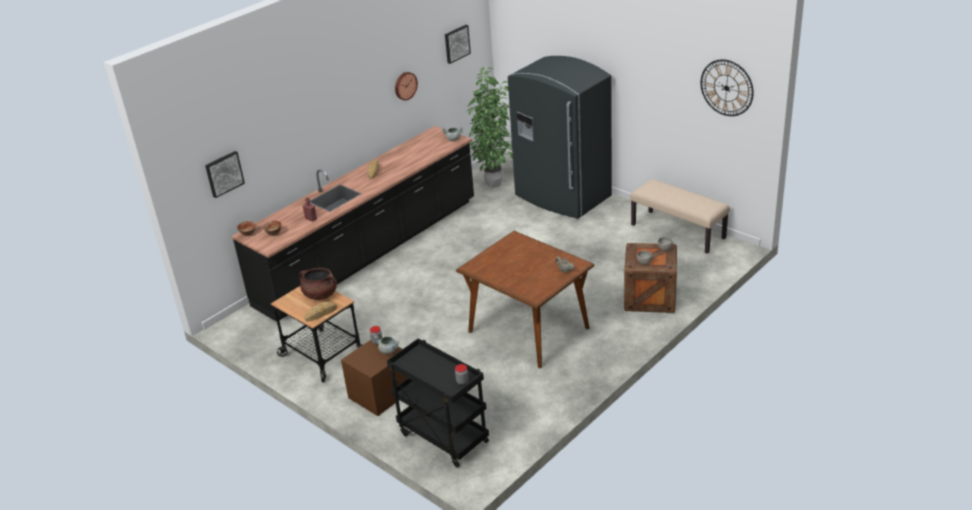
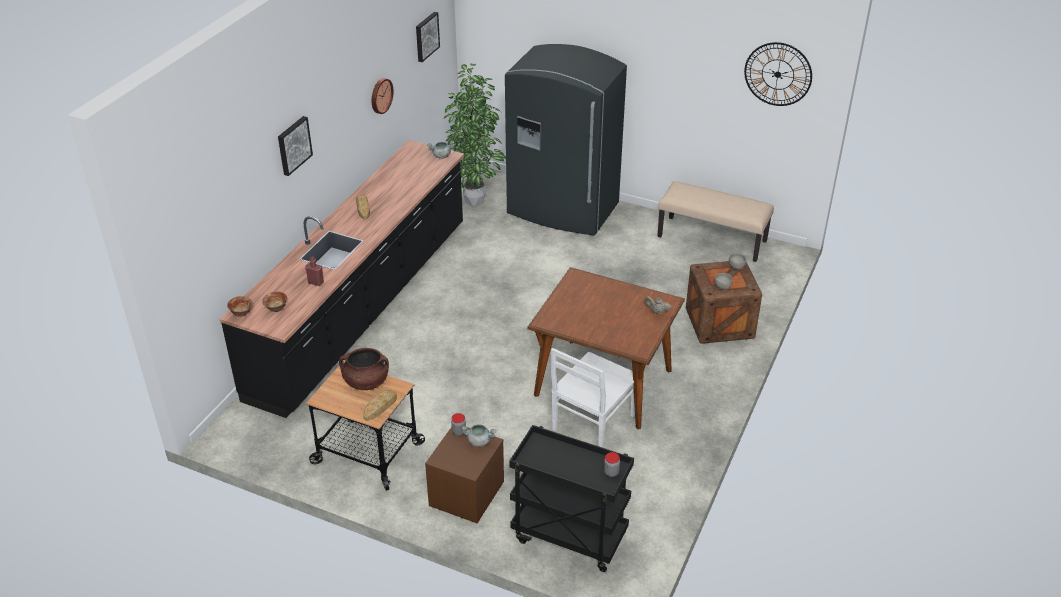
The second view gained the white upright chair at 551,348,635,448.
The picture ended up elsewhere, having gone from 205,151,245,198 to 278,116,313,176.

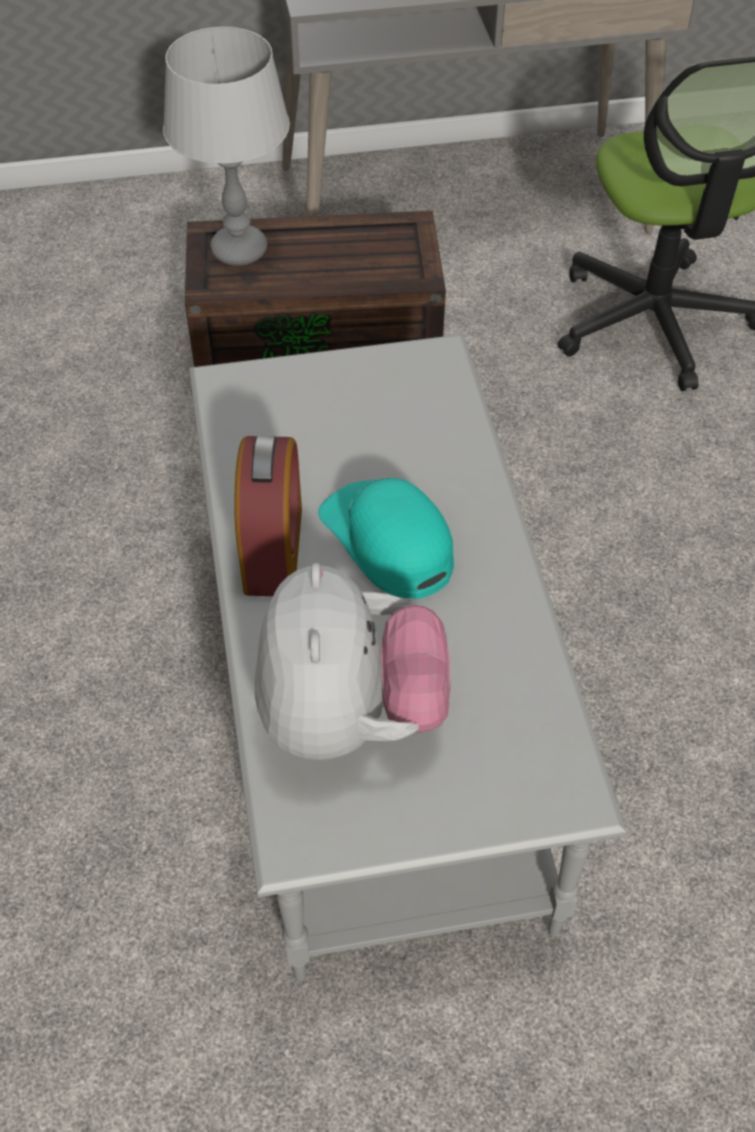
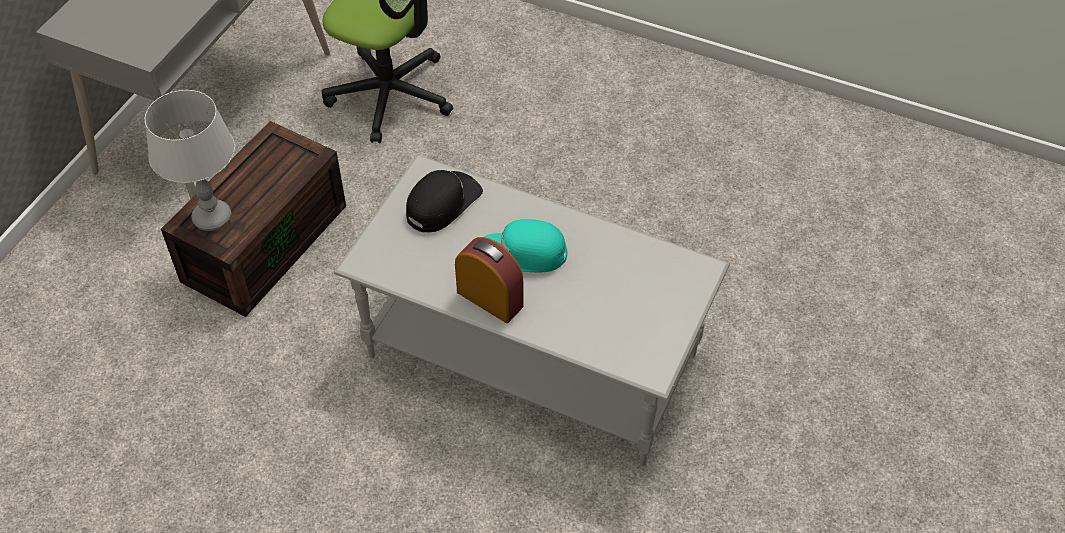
The second view lost the cuddly toy at 255,563,450,760.
The second view gained the black-coloured peaked cap at 406,170,483,232.

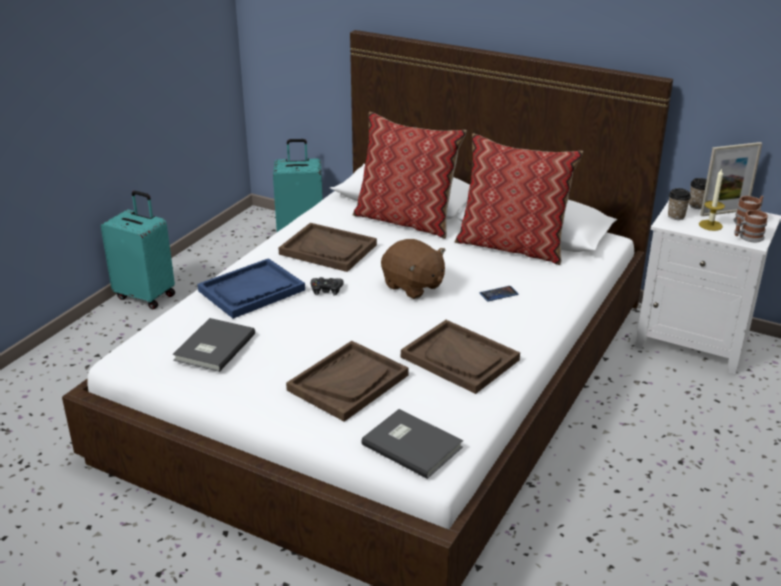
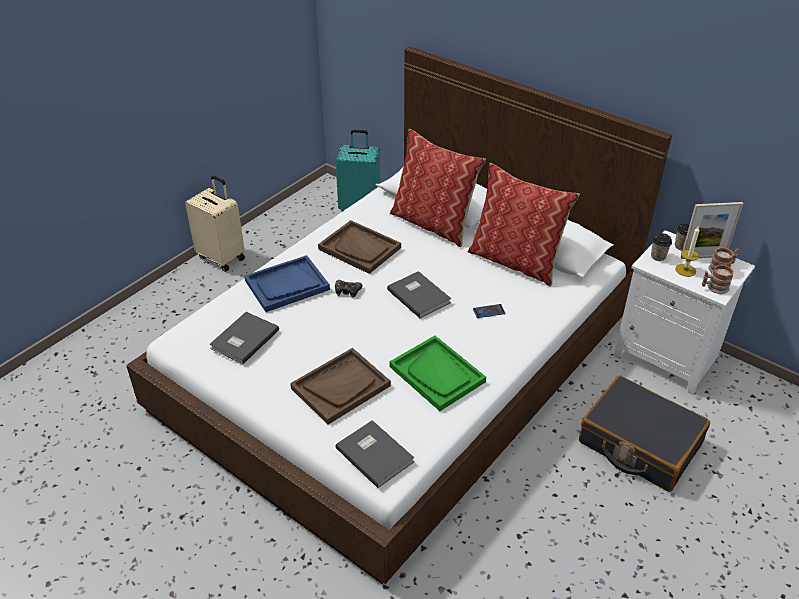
The second view gained the black-coloured piece of luggage at 579,375,710,492.
Where the brownish cuddly toy stood at 381,239,446,299, the grey bound book came to stand at 387,271,451,318.
What was the blue-green piece of luggage at 101,191,175,309 turned into the beige-coloured piece of luggage at 185,175,245,272.
What was the brownish serving tray at 401,320,520,394 turned into the green-coloured serving tray at 389,336,486,411.

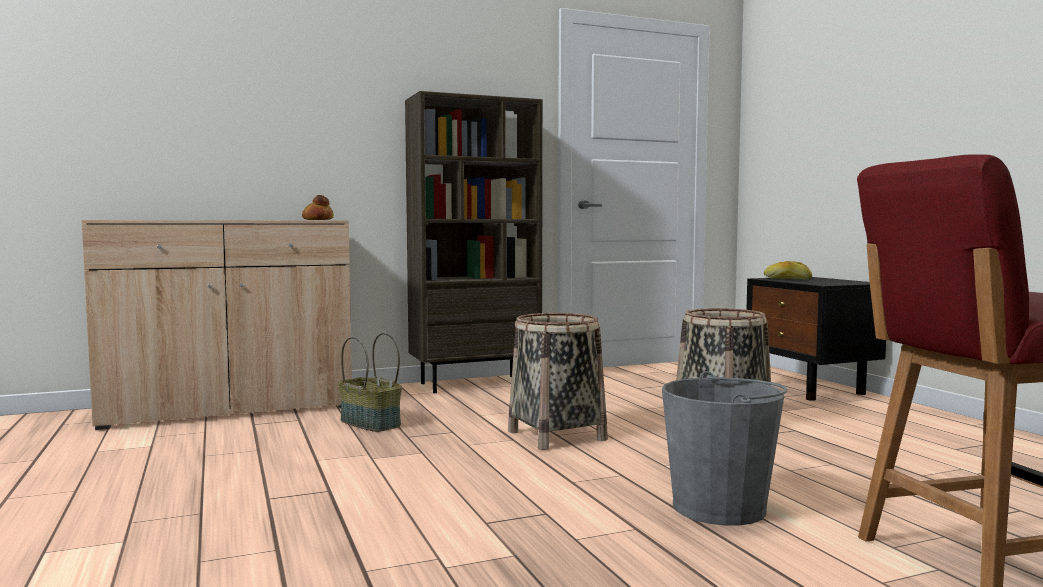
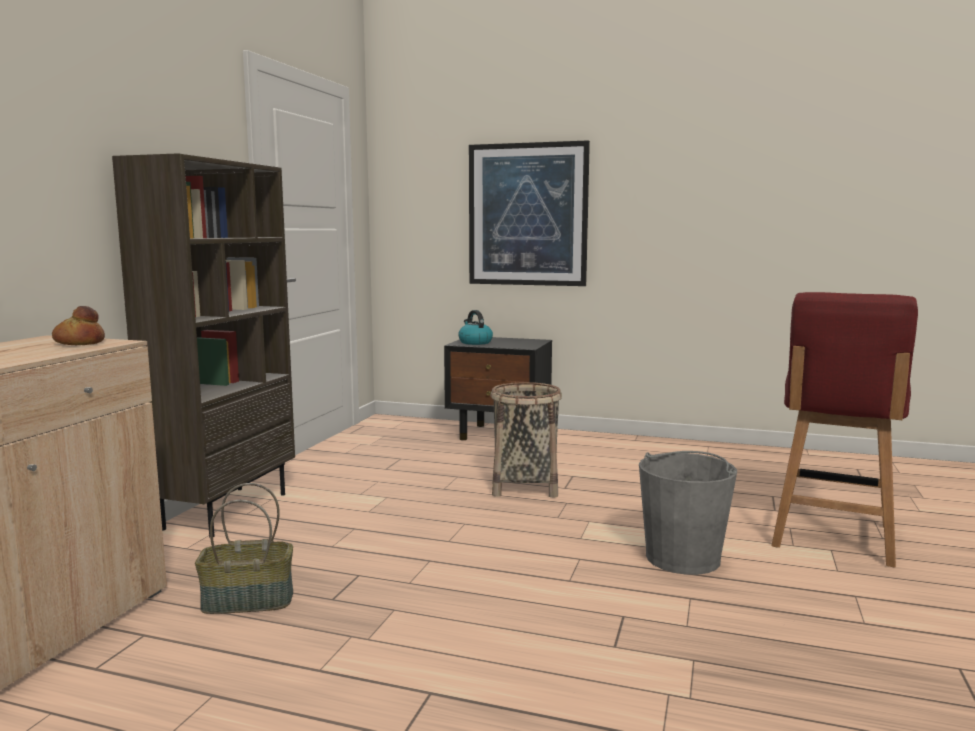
The second view lost the basket at 508,313,608,450.
The second view gained the picture at 469,140,590,286.
Where the bread stood at 764,261,812,280, the tea kettle came to stand at 458,310,493,345.

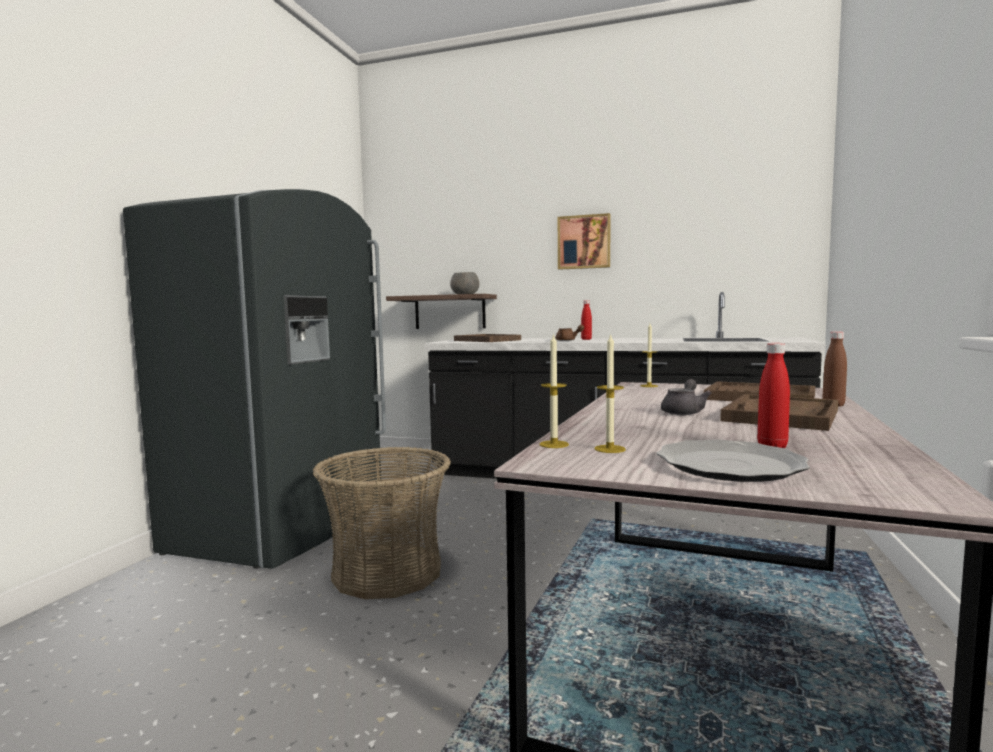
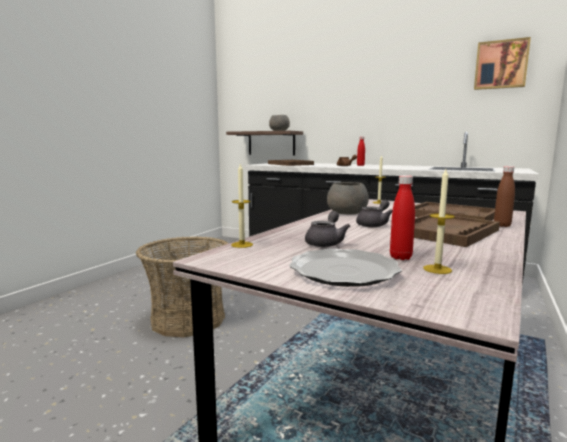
The second view lost the grey fridge at 123,189,386,569.
The second view gained the grey pot for tea at 305,211,350,247.
The second view gained the grey deep dish at 327,182,369,215.
The picture ended up elsewhere, having gone from 558,213,611,270 to 474,37,531,90.
The candle ended up elsewhere, having gone from 594,333,626,453 to 423,169,455,274.

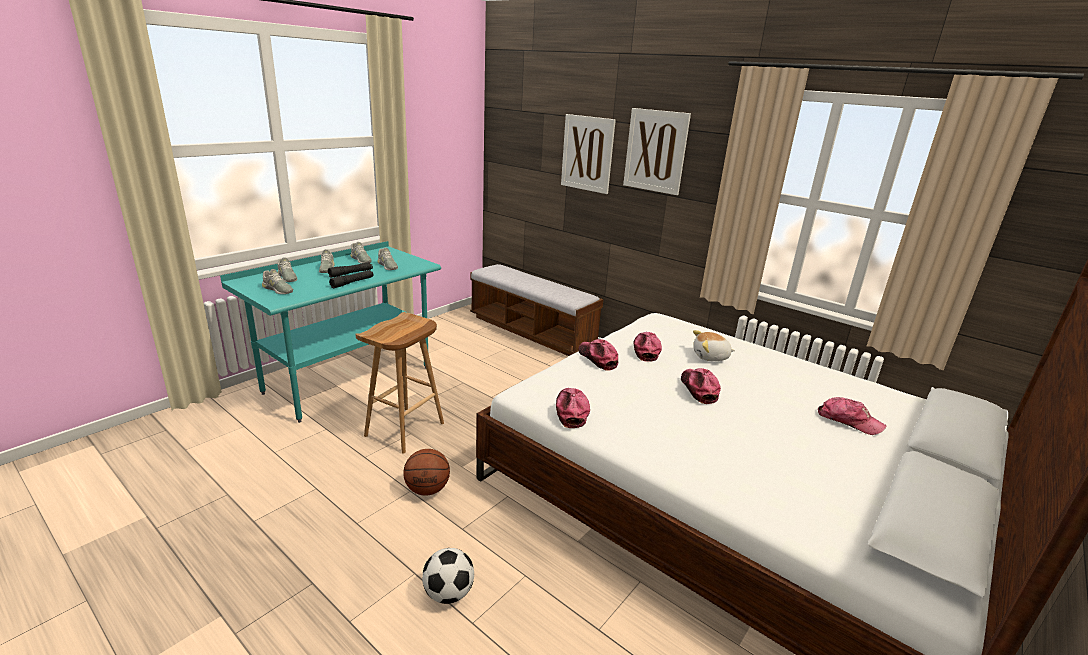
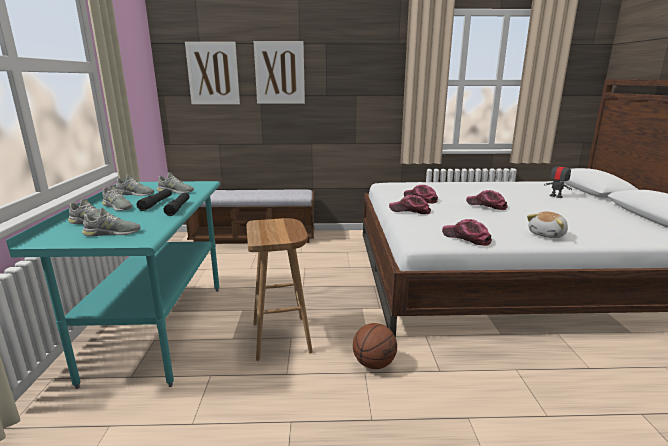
The second view lost the football at 422,548,474,604.
The picture ended up elsewhere, having gone from 623,108,691,195 to 185,42,240,104.
The cuddly toy ended up elsewhere, having gone from 693,330,735,361 to 527,211,568,238.
Where the peaked cap stood at 818,397,886,435, the toy robot came to stand at 544,160,573,198.

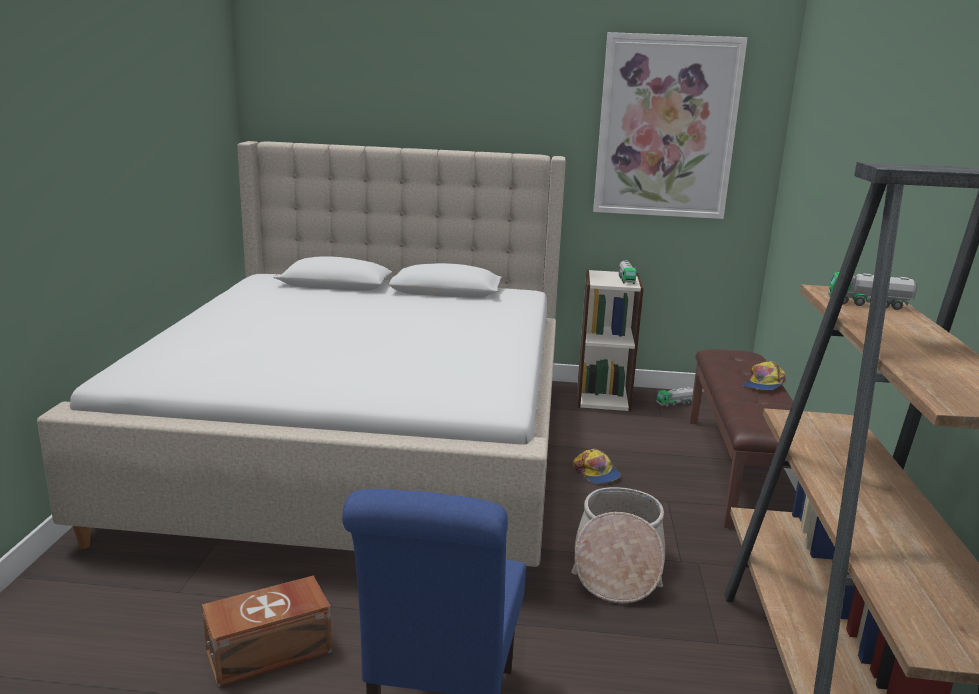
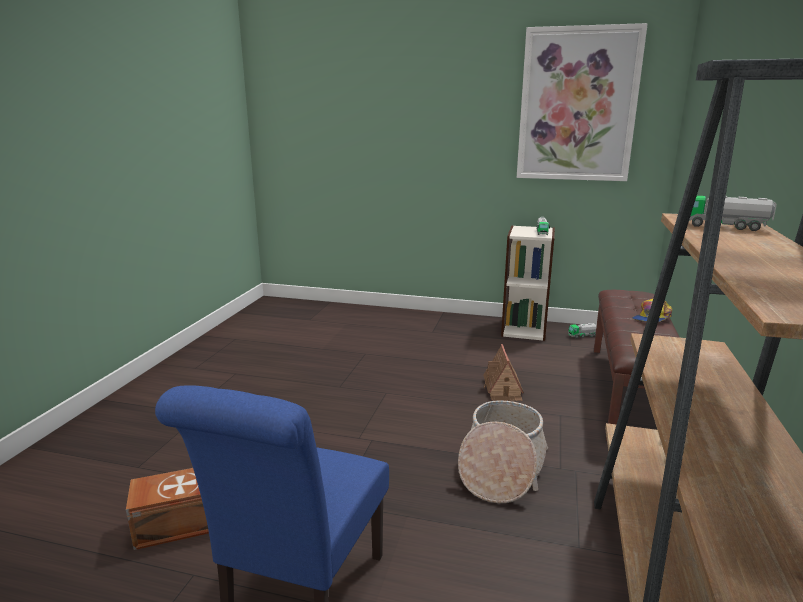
The second view lost the beige-coloured sleeping bed at 37,141,566,567.
Where the peaked cap stood at 573,449,620,484, the toy house came to stand at 483,344,524,401.

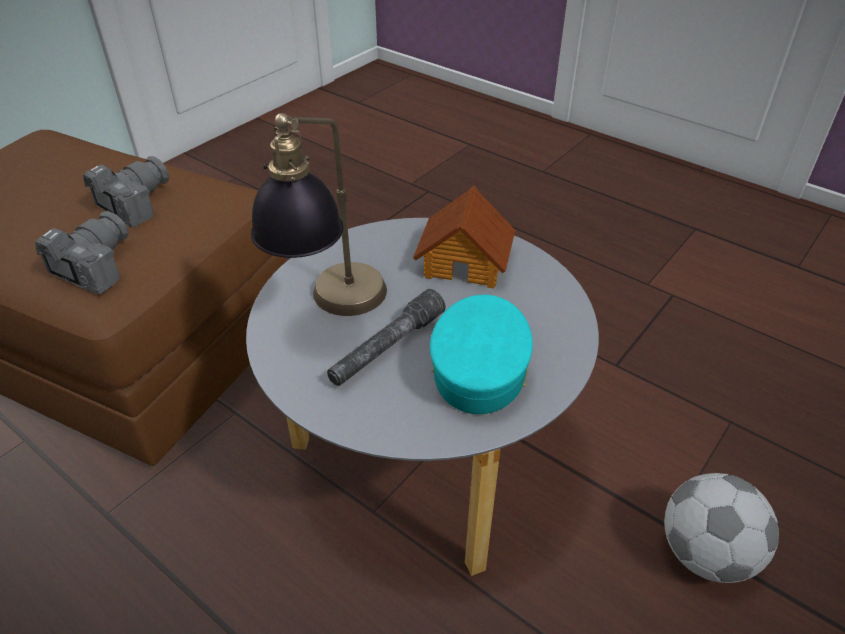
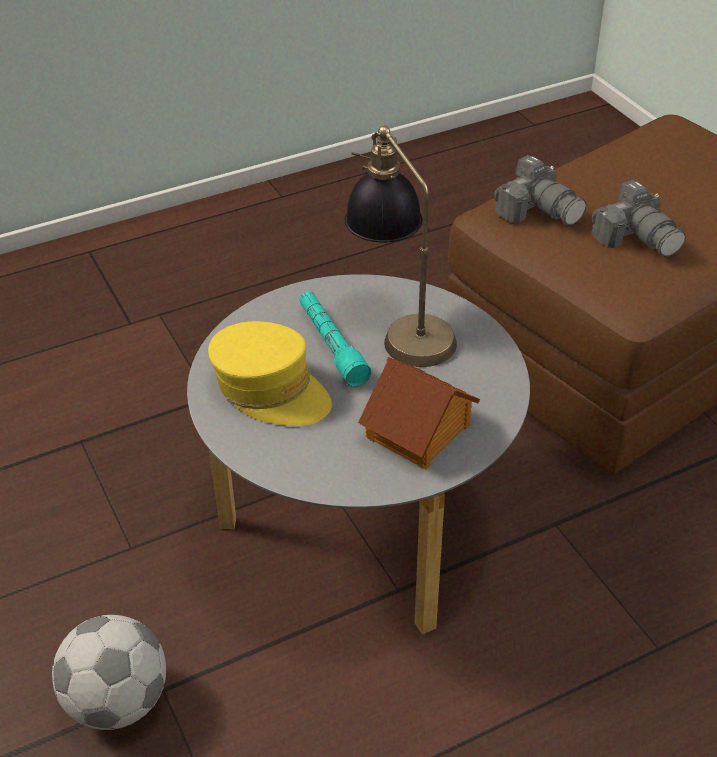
What was the grey hand torch at 327,289,446,386 turned into the blue-green hand torch at 299,291,371,387.
What was the blue-green peaked cap at 430,295,533,414 turned into the yellowish peaked cap at 208,321,332,426.

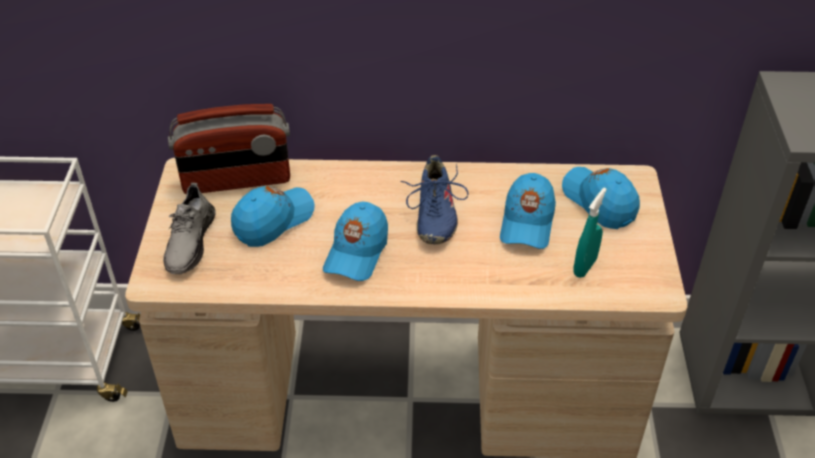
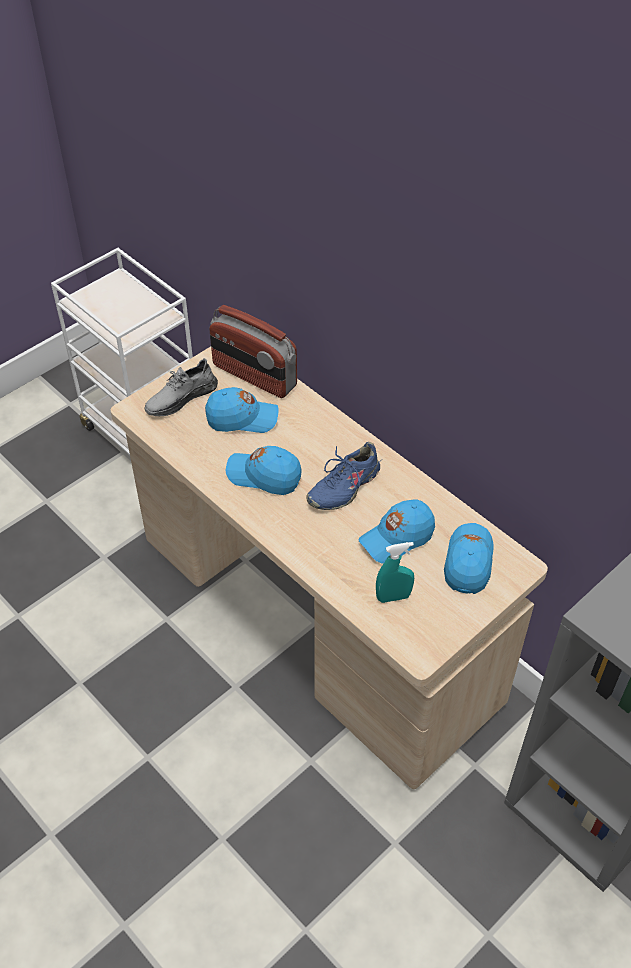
The blue peaked cap at 323,202,388,281 ended up facing another way, 45 degrees clockwise from before.

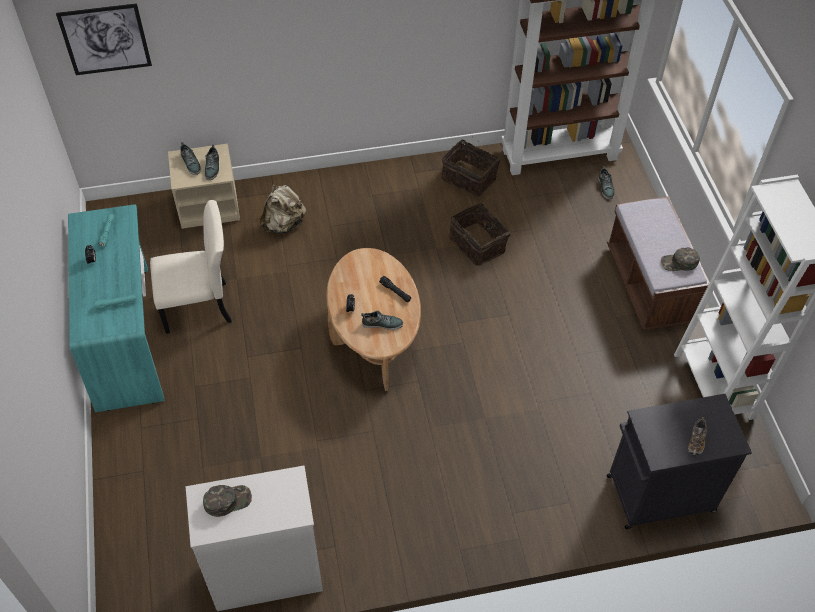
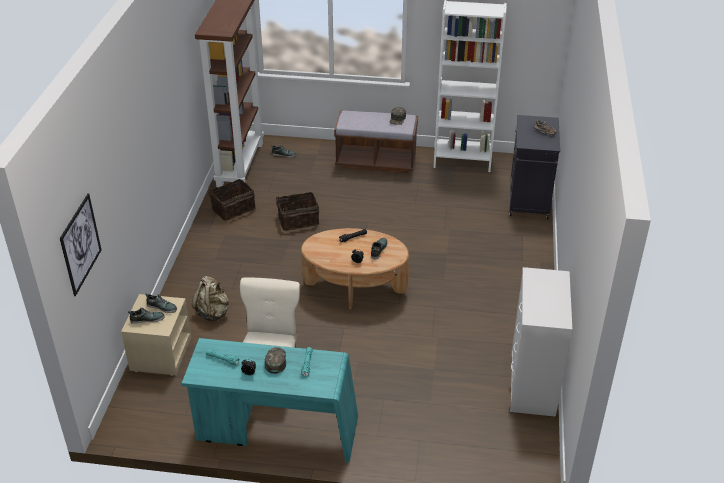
The green-coloured peaked cap ended up elsewhere, having gone from 203,485,252,517 to 265,347,286,374.

